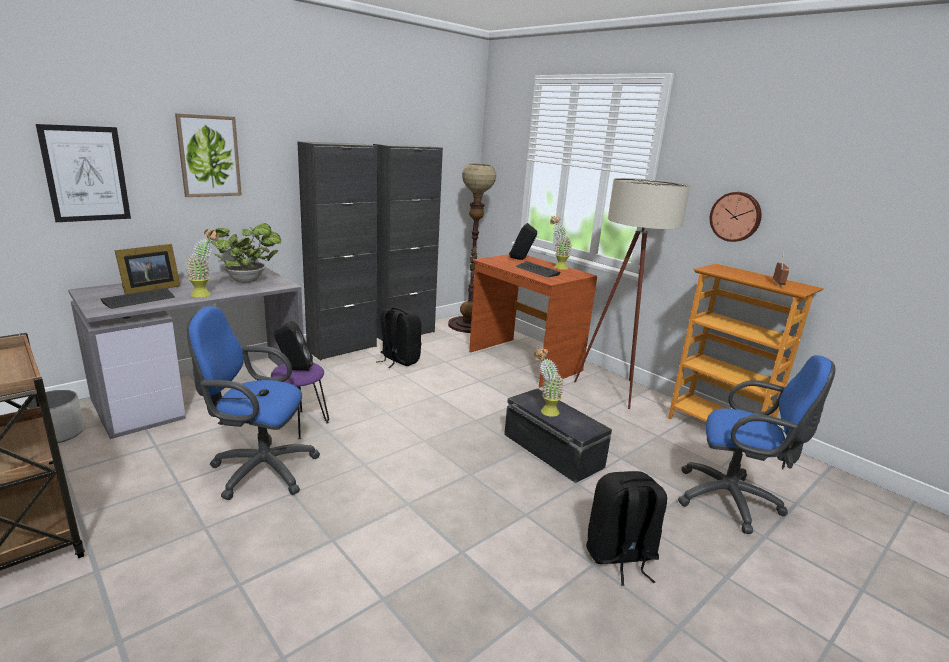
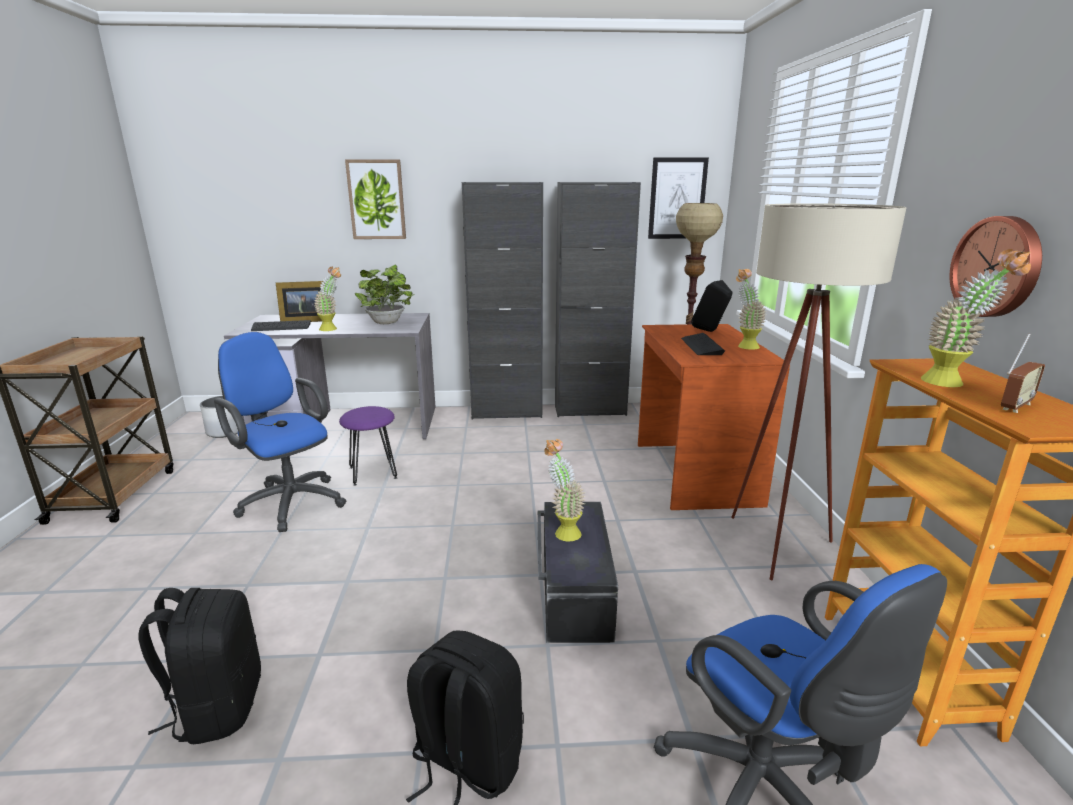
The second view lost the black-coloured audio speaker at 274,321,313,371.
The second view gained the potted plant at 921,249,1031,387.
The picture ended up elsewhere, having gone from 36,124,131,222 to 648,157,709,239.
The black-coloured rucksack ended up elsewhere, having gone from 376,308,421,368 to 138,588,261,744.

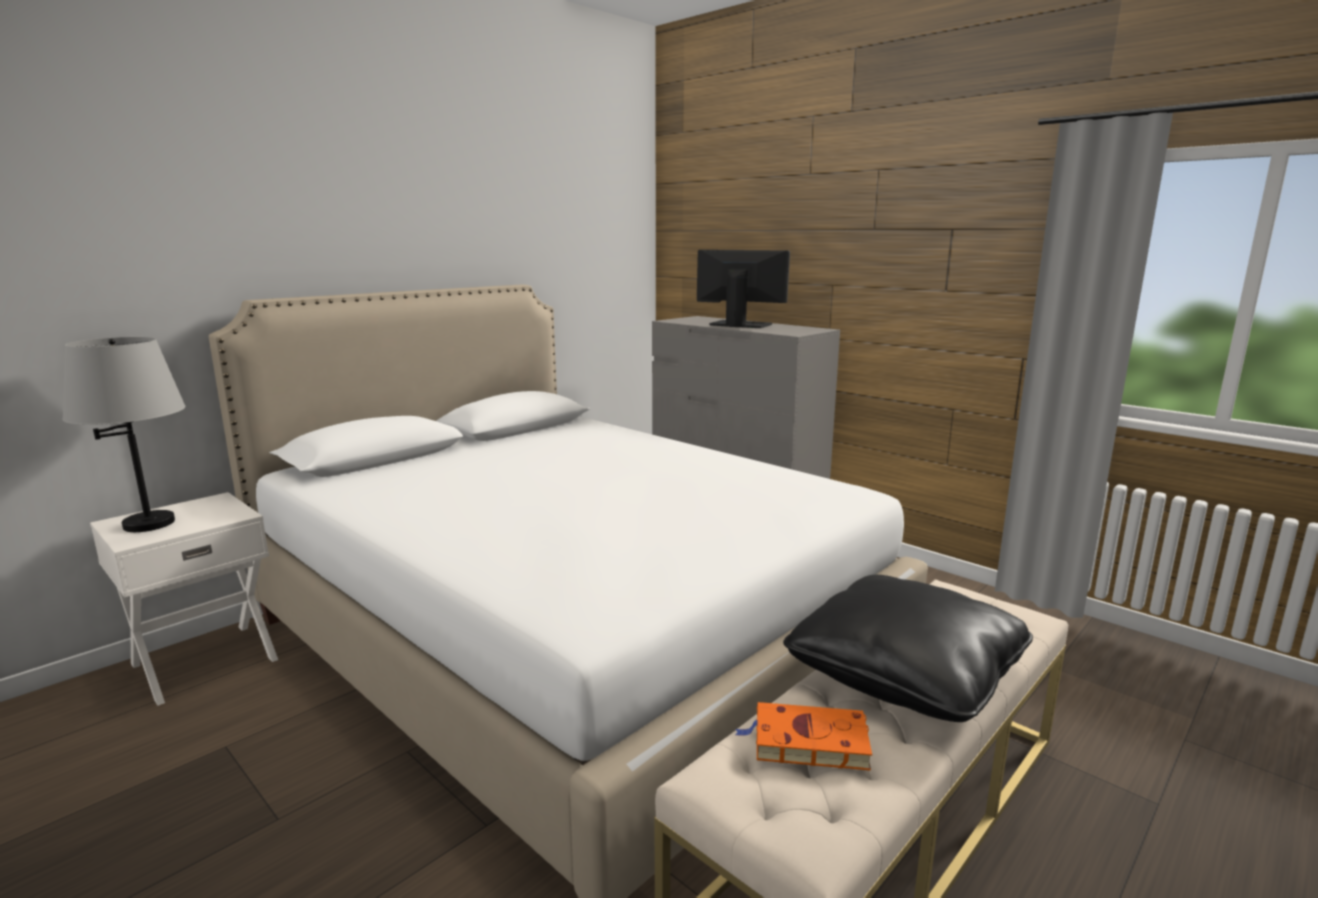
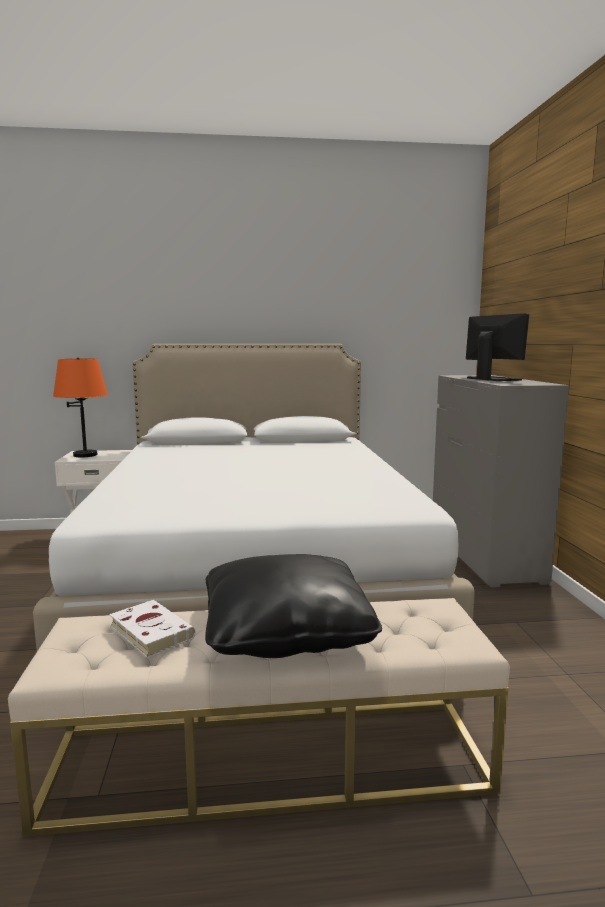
What was the grey lamp for a table at 63,337,186,532 turned into the orangey lamp for a table at 53,358,108,457.
What was the orangey bound book at 735,702,872,771 turned into the white bound book at 109,600,196,657.

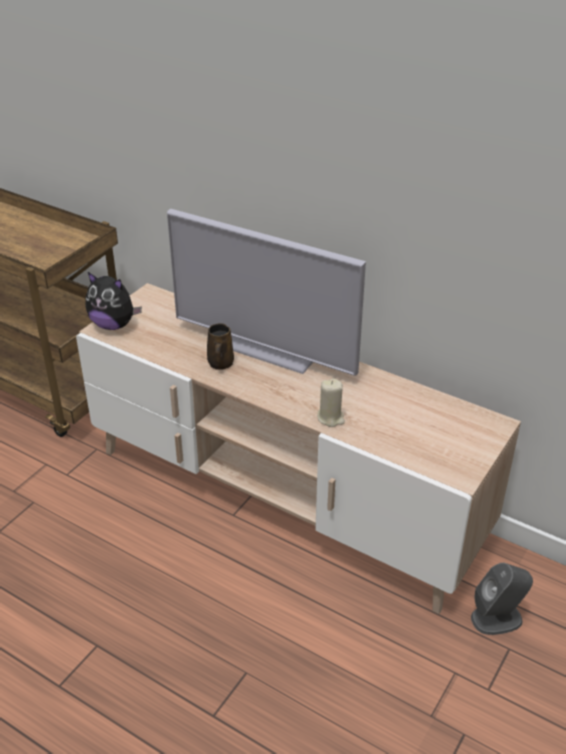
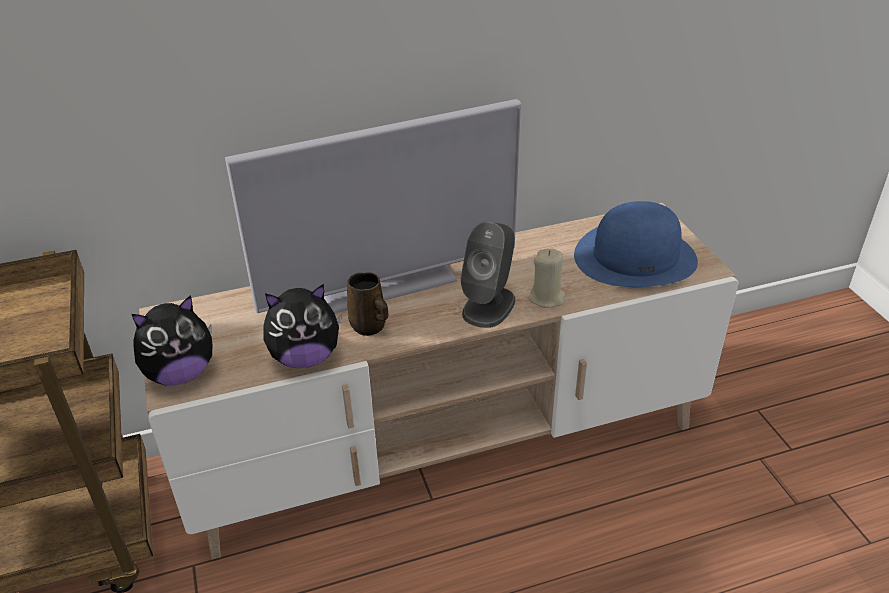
The second view gained the cuddly toy at 264,284,342,368.
The second view gained the blue hat at 574,201,698,287.
The grey audio speaker ended up elsewhere, having gone from 471,563,533,635 to 460,222,515,328.

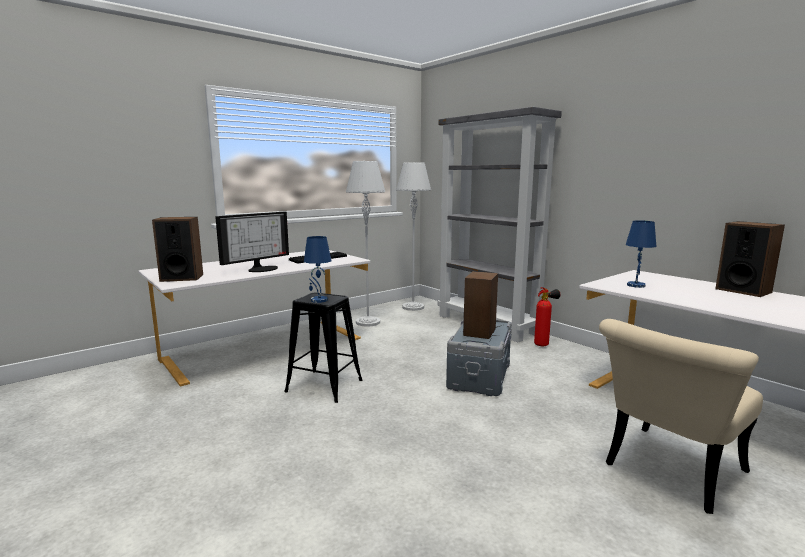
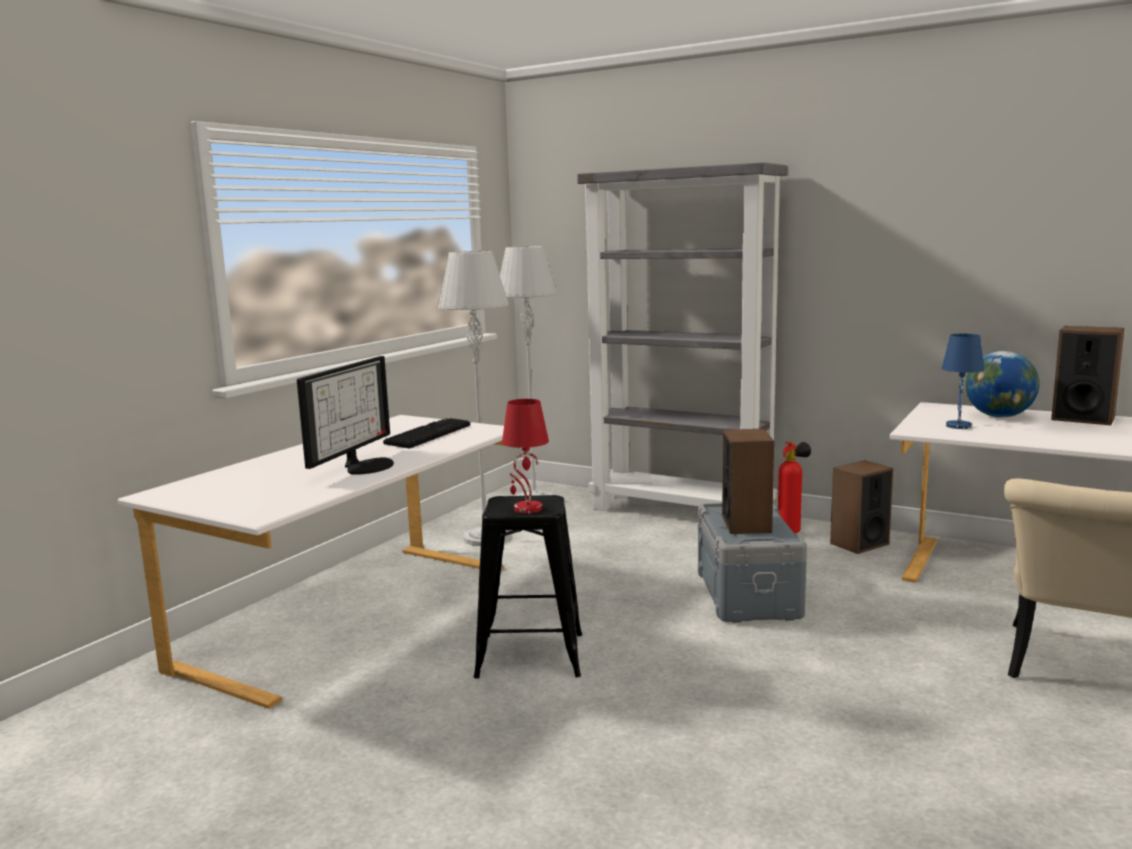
The second view gained the world globe at 966,351,1039,418.
The audio speaker ended up elsewhere, having gone from 152,217,203,282 to 830,461,893,554.
What was the blue lamp for a table at 304,236,332,303 turned into the red lamp for a table at 502,399,549,513.

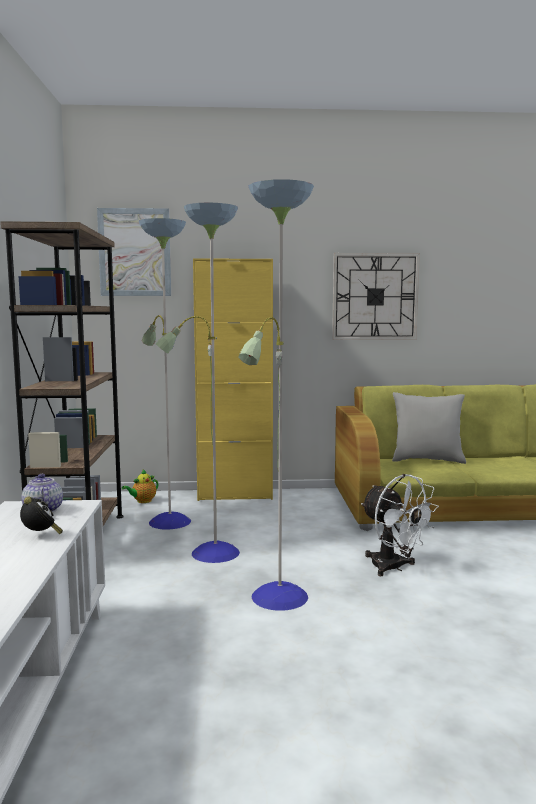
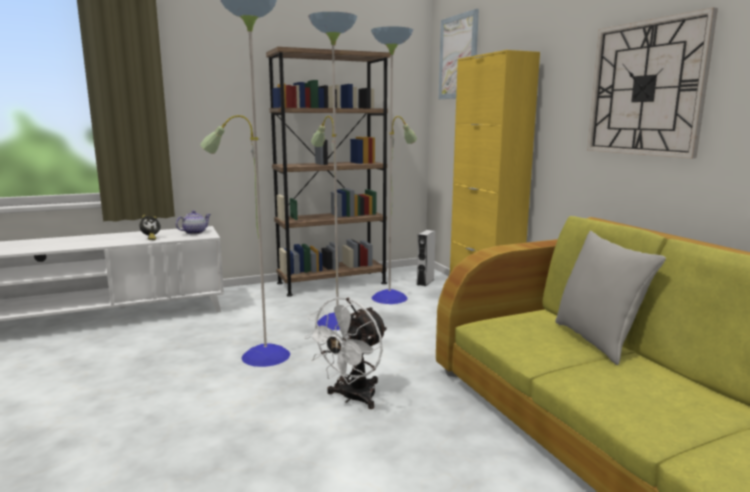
Where the pot for tea stood at 122,469,158,503, the grey audio speaker came to stand at 417,230,435,286.

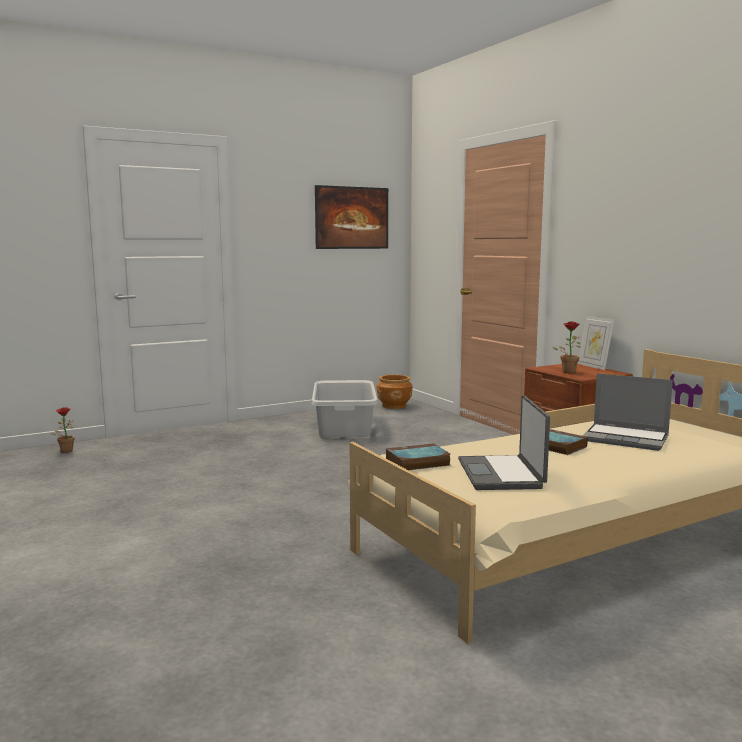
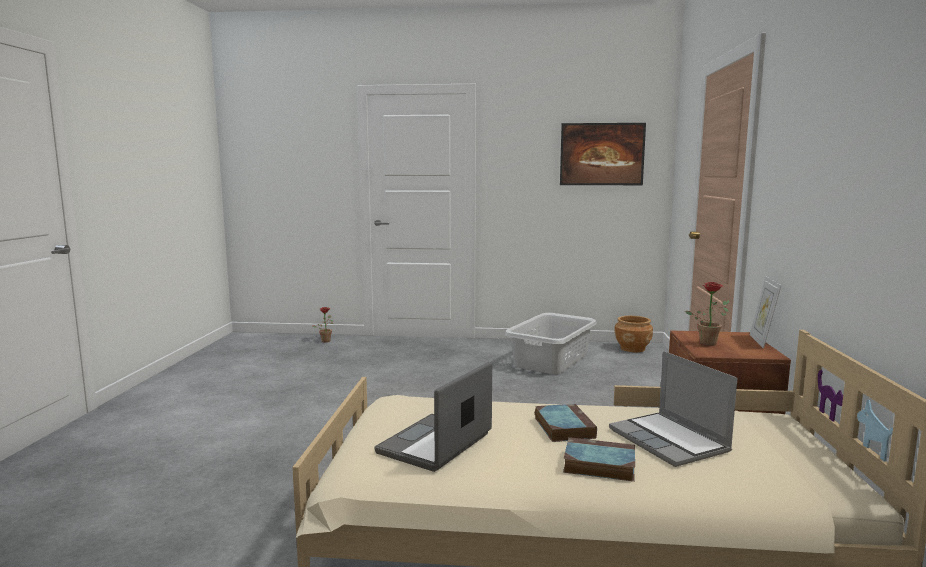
The bound book ended up elsewhere, having gone from 386,443,450,470 to 563,437,635,482.

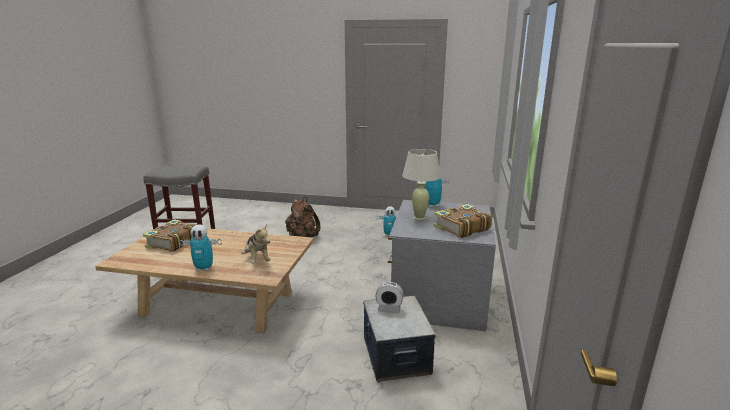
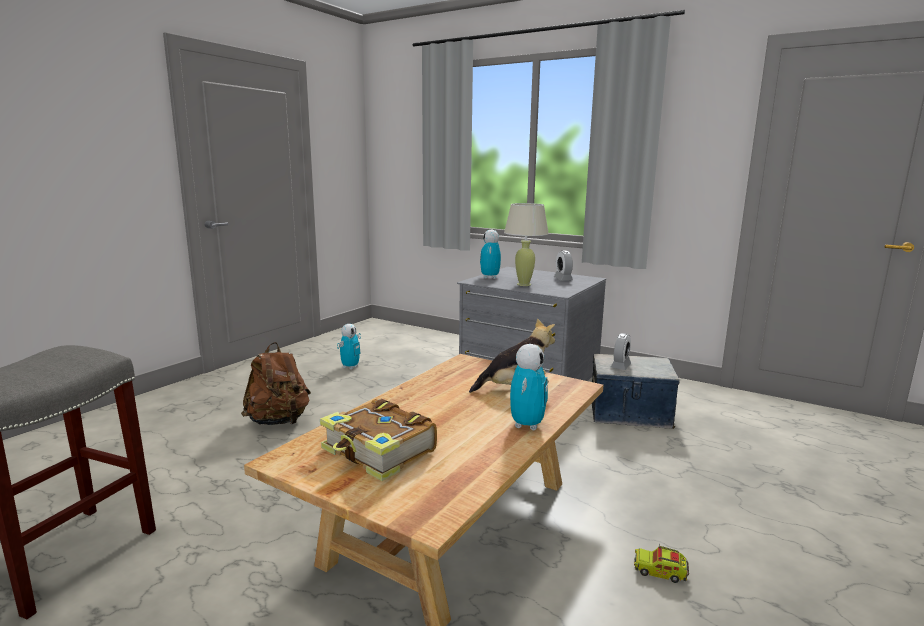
The second view gained the toy truck at 634,545,689,583.
Where the bound book stood at 434,204,492,238, the alarm clock came to stand at 554,250,573,281.

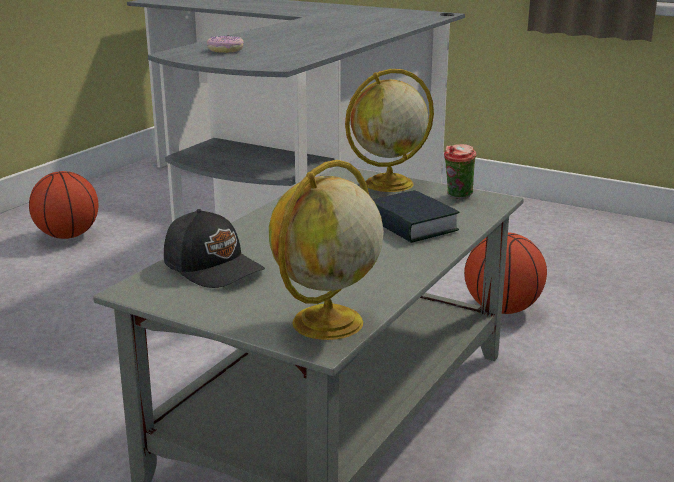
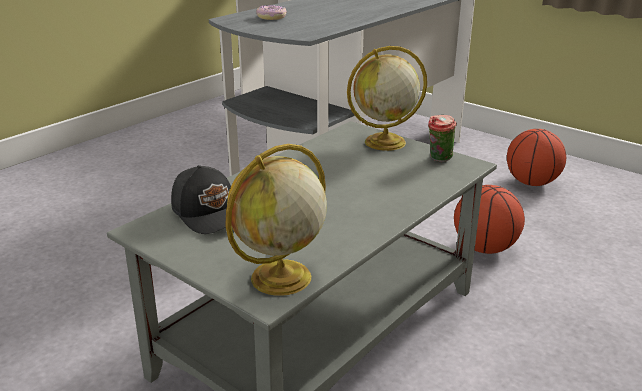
The second view lost the bound book at 372,190,460,243.
The basketball ended up elsewhere, having gone from 29,171,98,239 to 507,129,566,186.

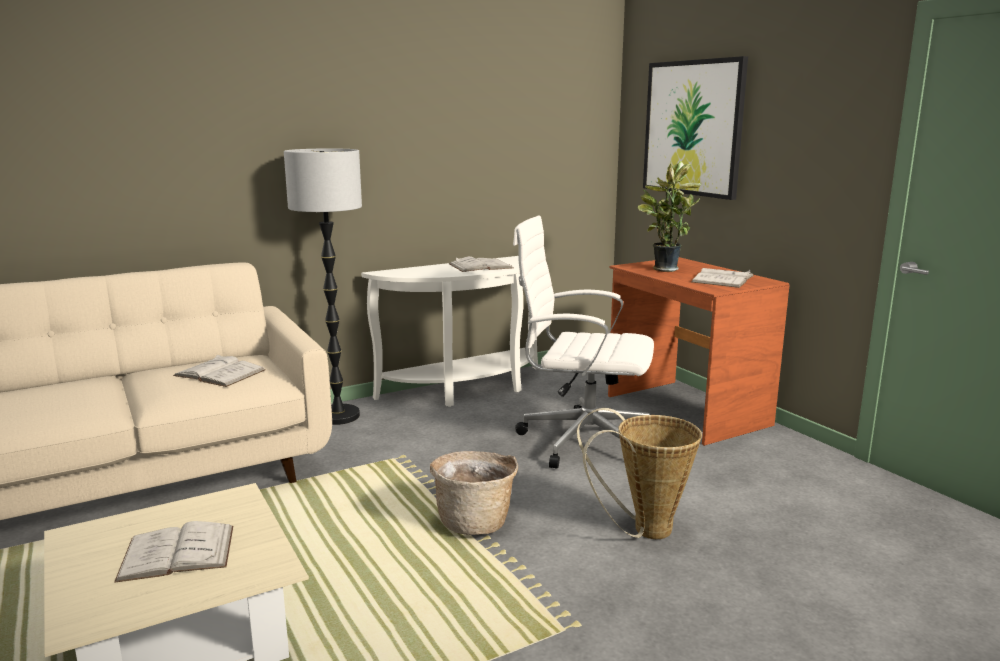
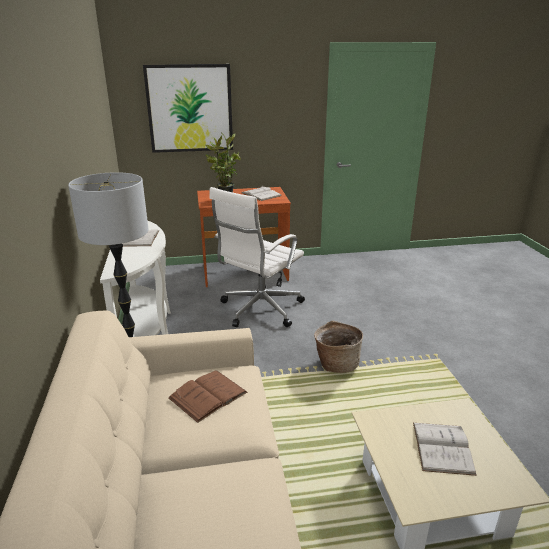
The second view lost the basket at 577,408,702,539.
What was the white bound book at 173,354,266,387 turned into the brownish bound book at 168,370,247,423.

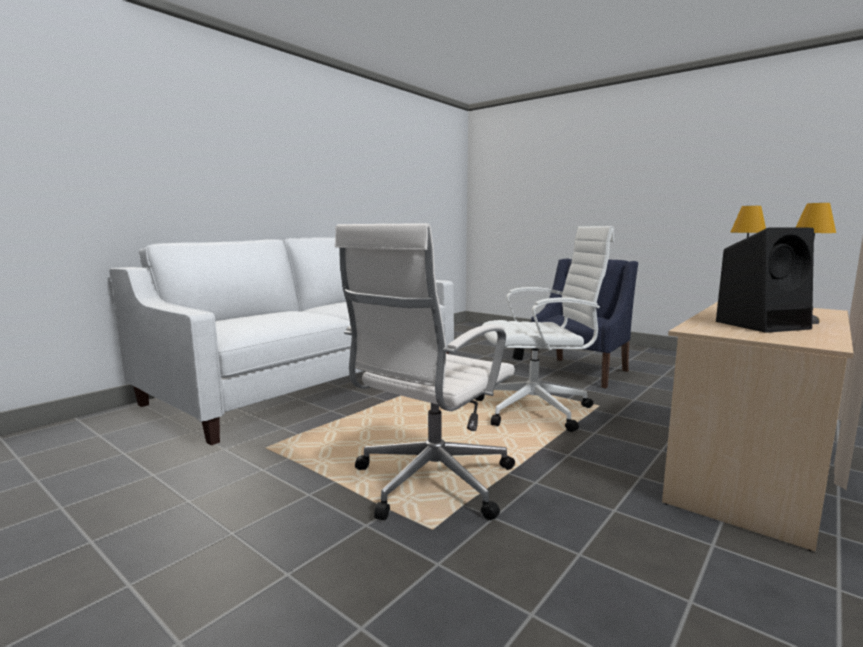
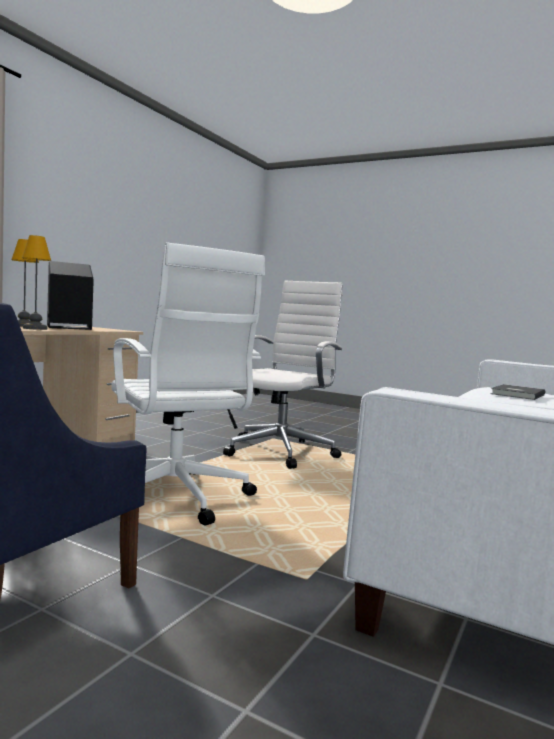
The second view gained the grey bound book at 490,384,546,400.
The white office chair at 475,226,614,432 ended up facing another way, 105 degrees counterclockwise from before.

